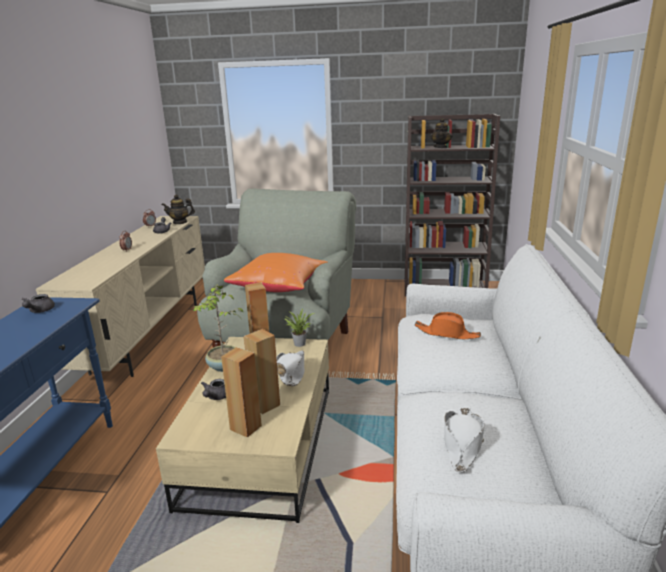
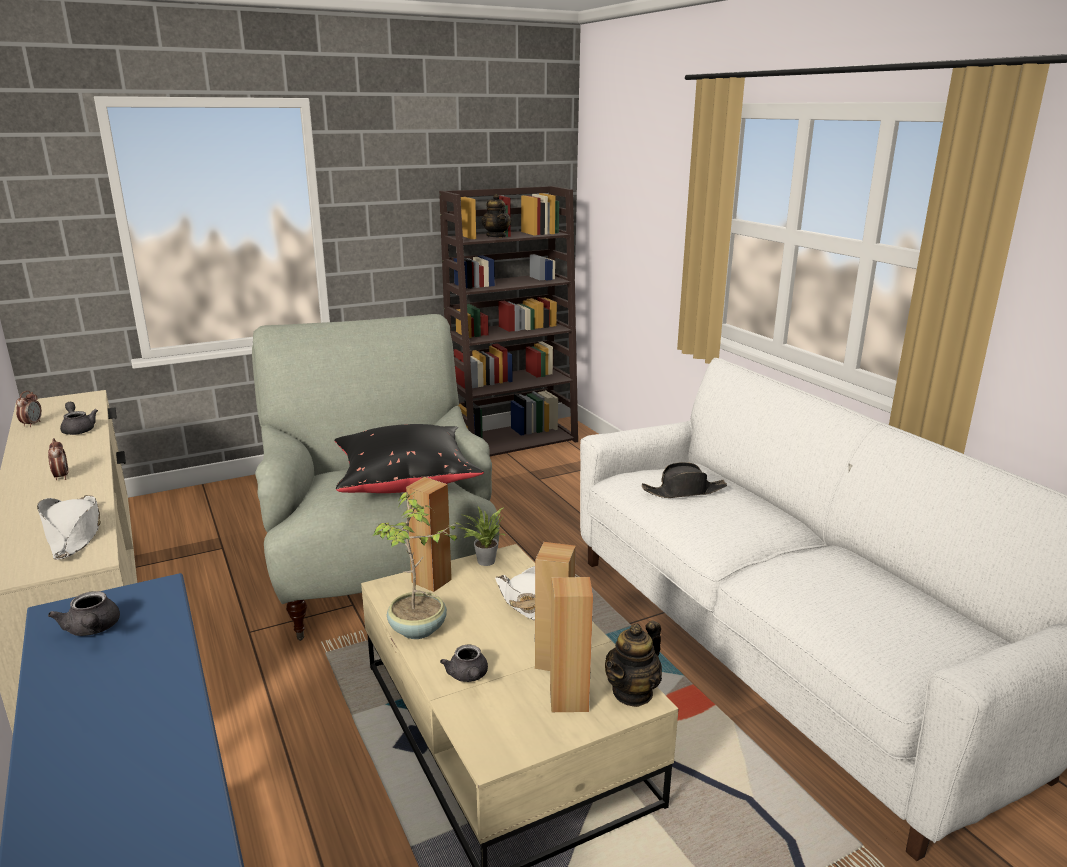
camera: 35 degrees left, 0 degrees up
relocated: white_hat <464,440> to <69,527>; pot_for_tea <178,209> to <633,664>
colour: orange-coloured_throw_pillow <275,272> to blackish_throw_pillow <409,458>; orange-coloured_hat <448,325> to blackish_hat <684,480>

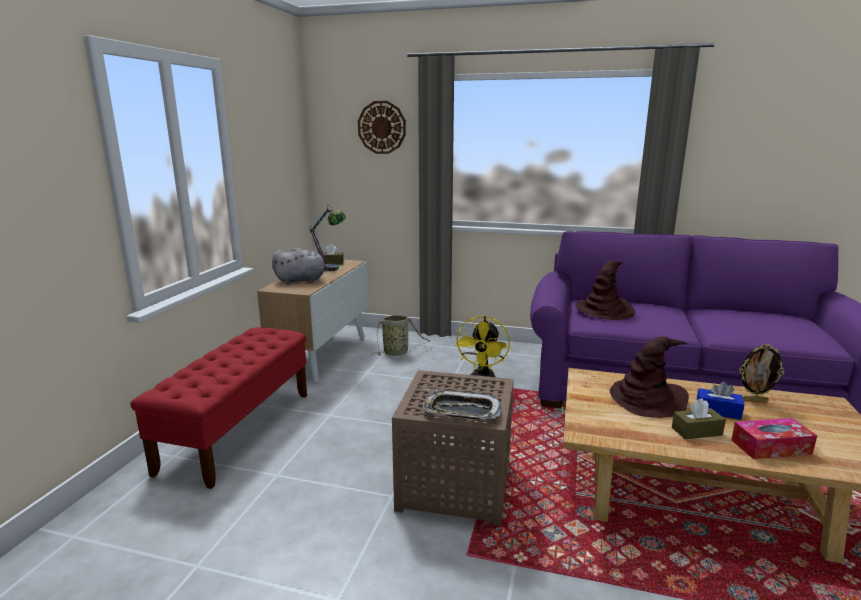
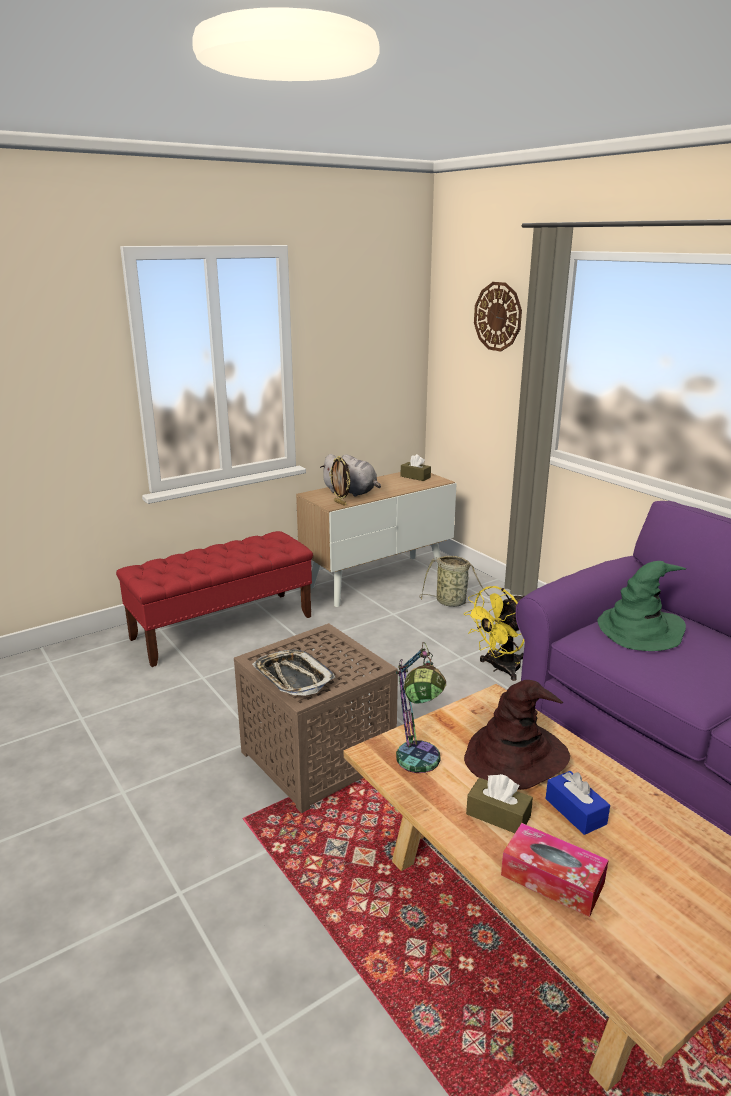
camera: 40 degrees right, 5 degrees up
relocated: photo_frame <762,373> to <339,481>; table_lamp <327,238> to <421,707>
colour: brownish_hat <605,290> to green_hat <641,606>

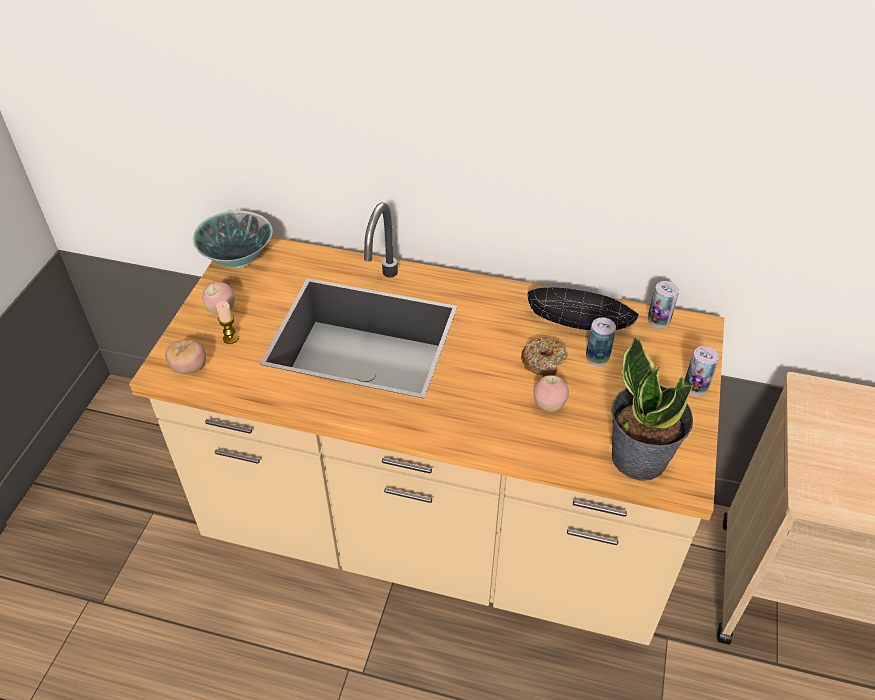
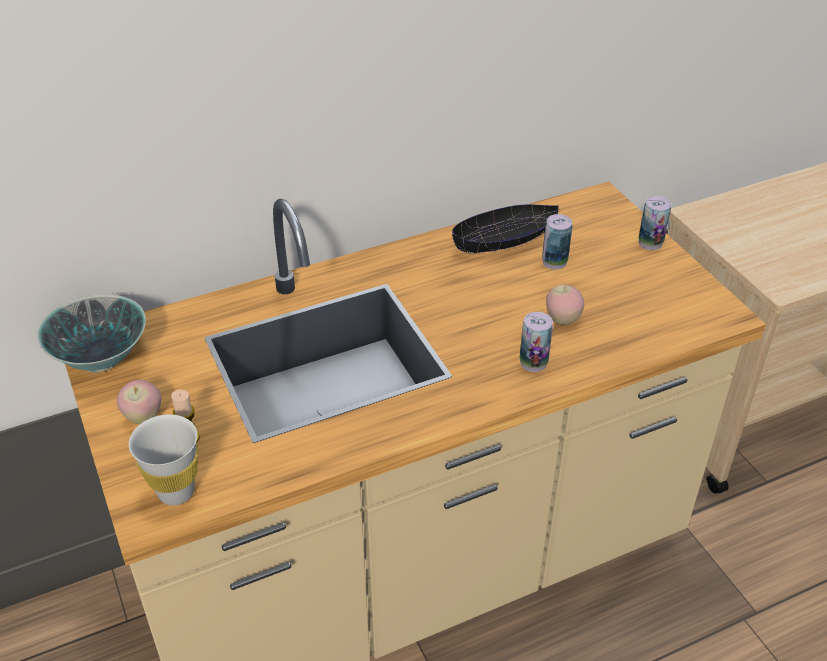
camera: 40 degrees left, 5 degrees down
missing: ring_doughnut <544,357>; potted_plant <652,408>
relocated: can <663,305> to <536,342>
exchanged: fresh_tomato <185,357> to white_drinking_cup <164,459>

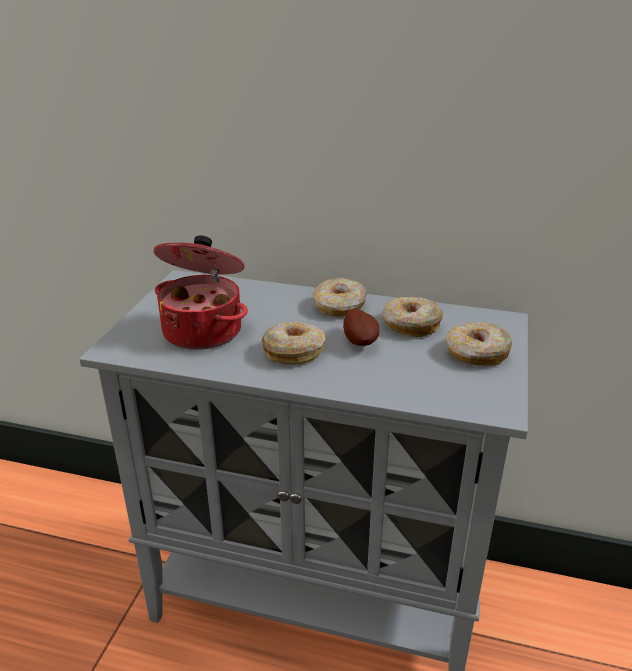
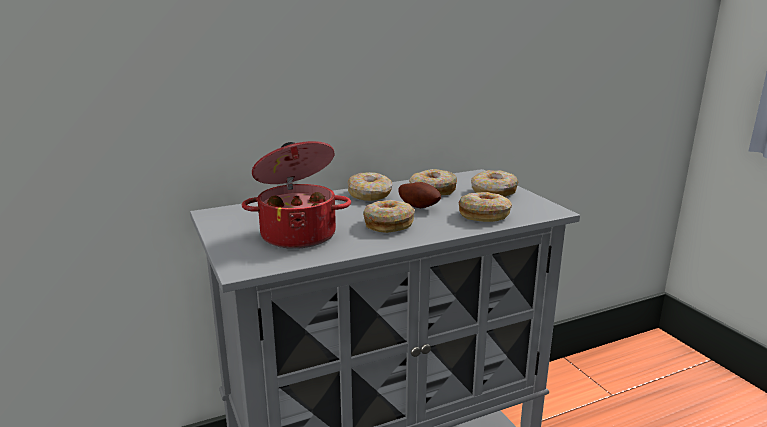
camera: 40 degrees left, 10 degrees down
appeared: ring_doughnut <485,207>

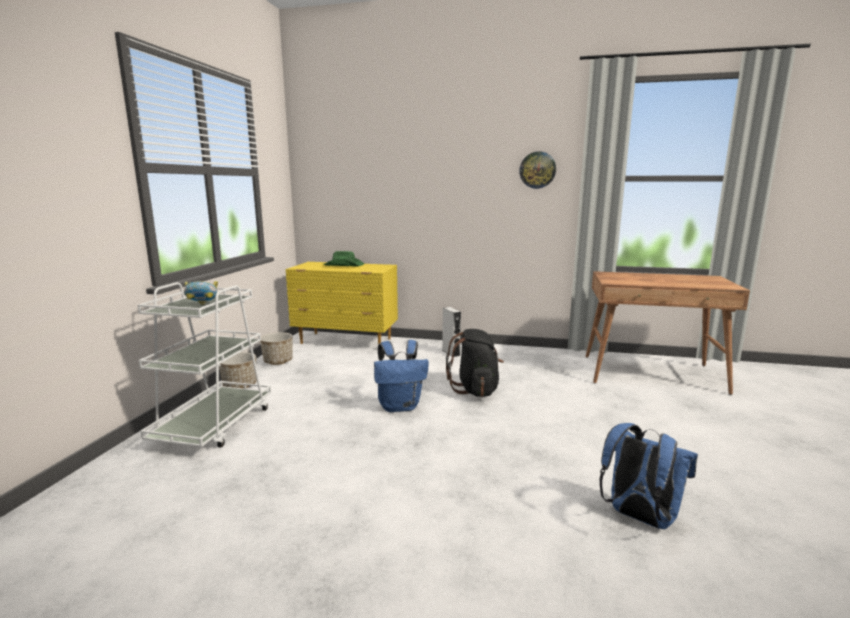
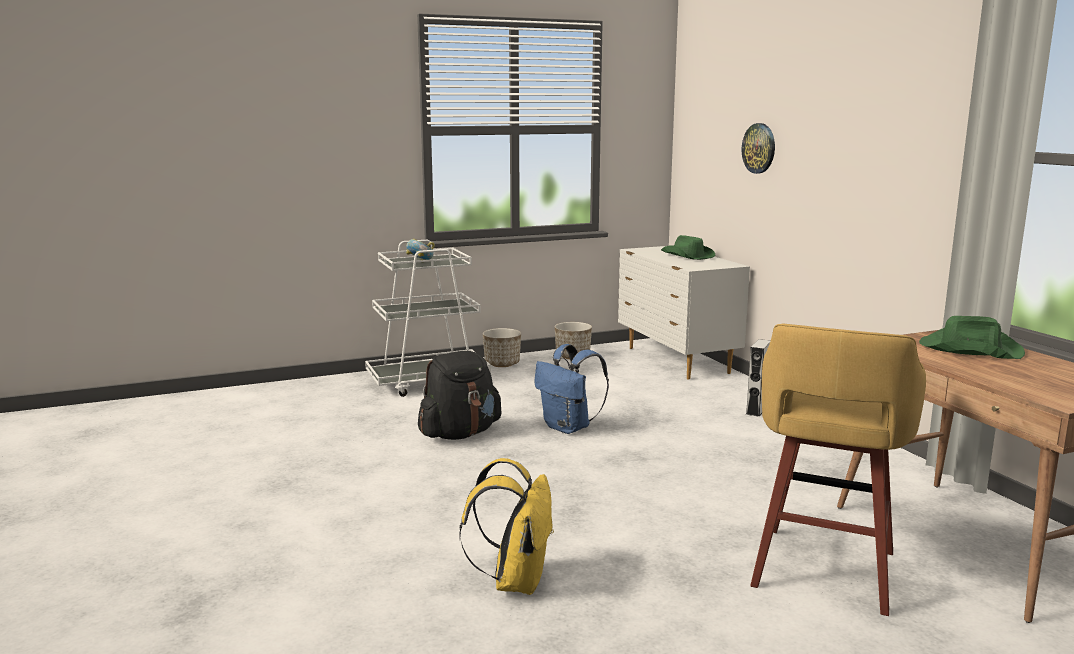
camera: 55 degrees right, 0 degrees up
appeared: yellow_sitting_stool <838,470>; green_hat <972,337>
relocated: blackish_knapsack <475,363> to <460,395>; wall_clock <537,170> to <758,148>
colour: blue-coloured_knapsack <648,476> to yellow_knapsack <506,526>; yellow_dresser <342,303> to white_dresser <684,312>

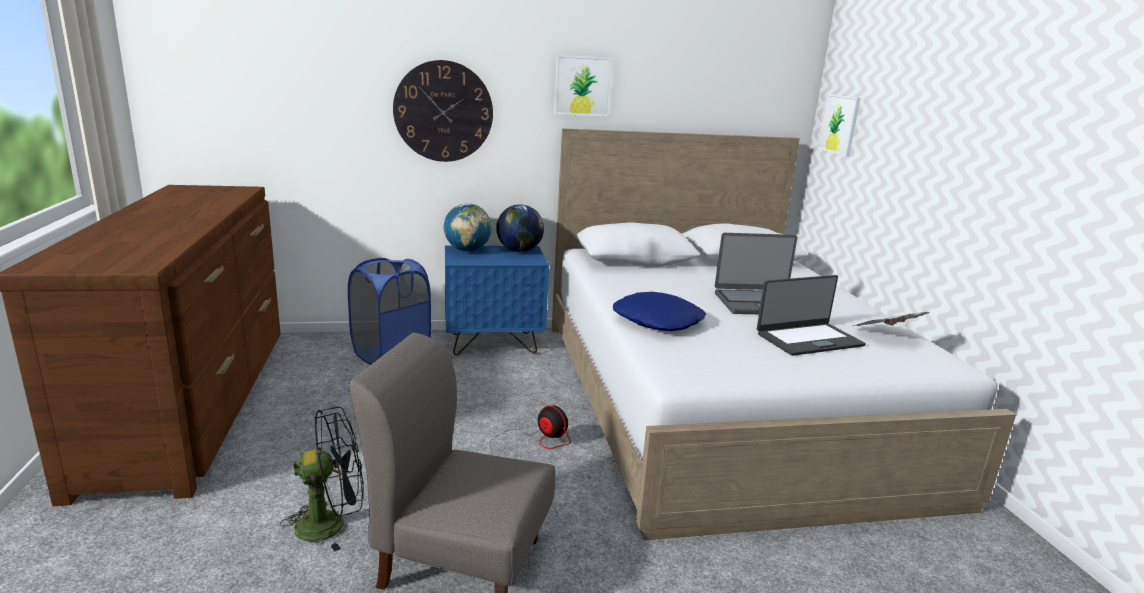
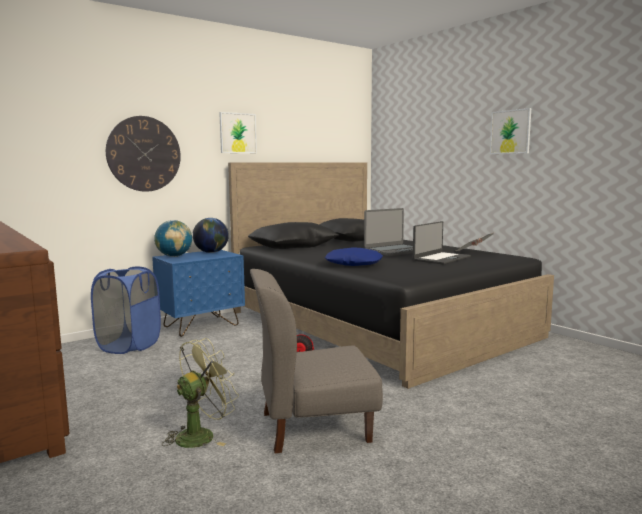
camera: 25 degrees left, 10 degrees down
relocated: wall_art <838,125> to <510,131>
colour: blackish_electric_fan <322,479> to green_electric_fan <200,393>; white_bed <784,334> to blackish_bed <391,276>

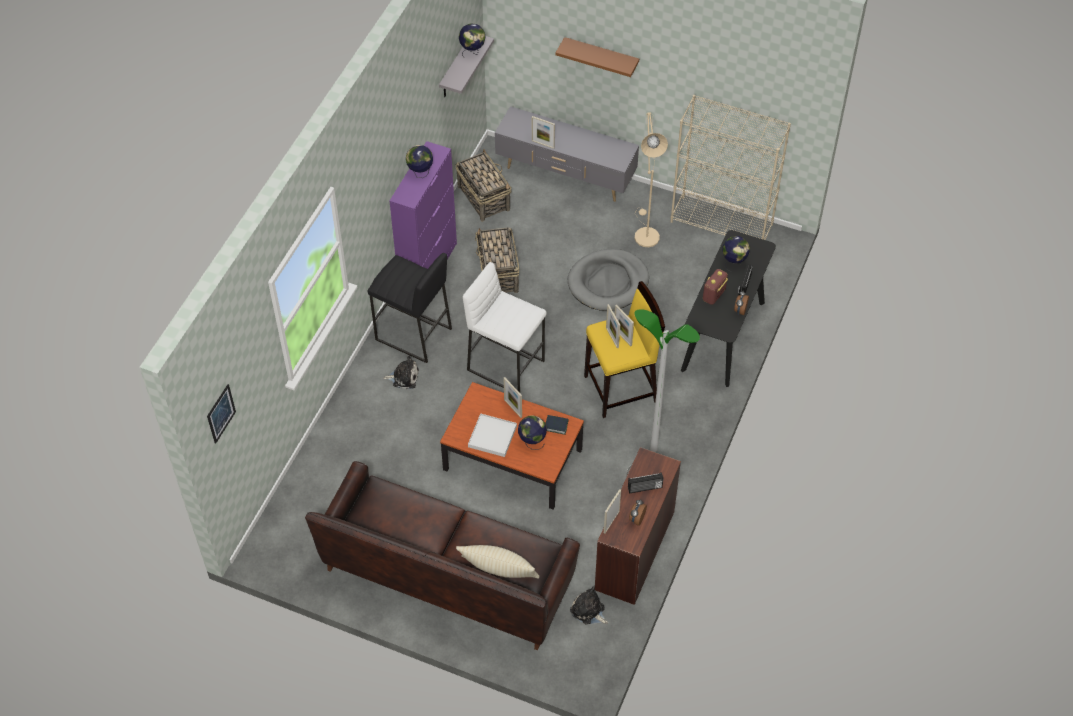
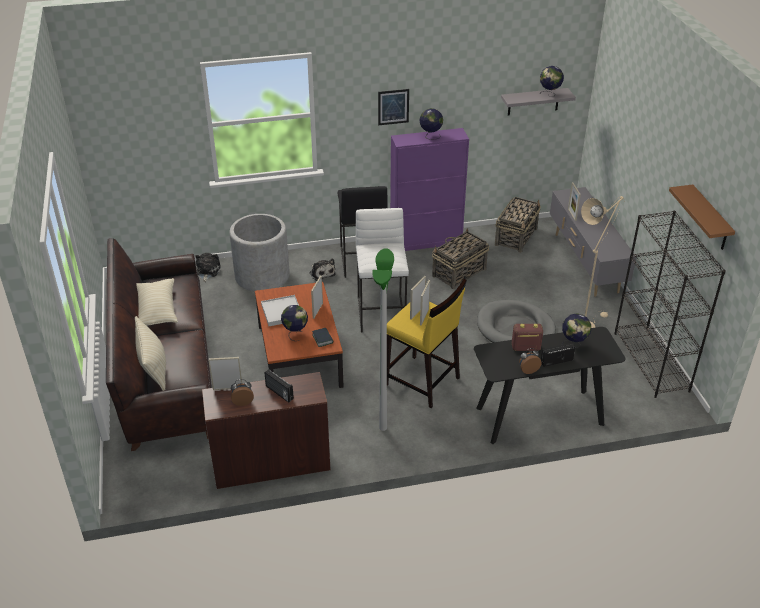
camera: 55 degrees right, 15 degrees down
appeared: beige-coloured_throw_pillow <157,302>; gray_plant_pot <259,253>
relocated: plush_toy <589,606> to <208,267>; wall_art <221,414> to <393,107>; brownish_shelf <597,57> to <702,217>
colour: beige-coloured_bookshelf <731,167> to blackish_bookshelf <670,304>

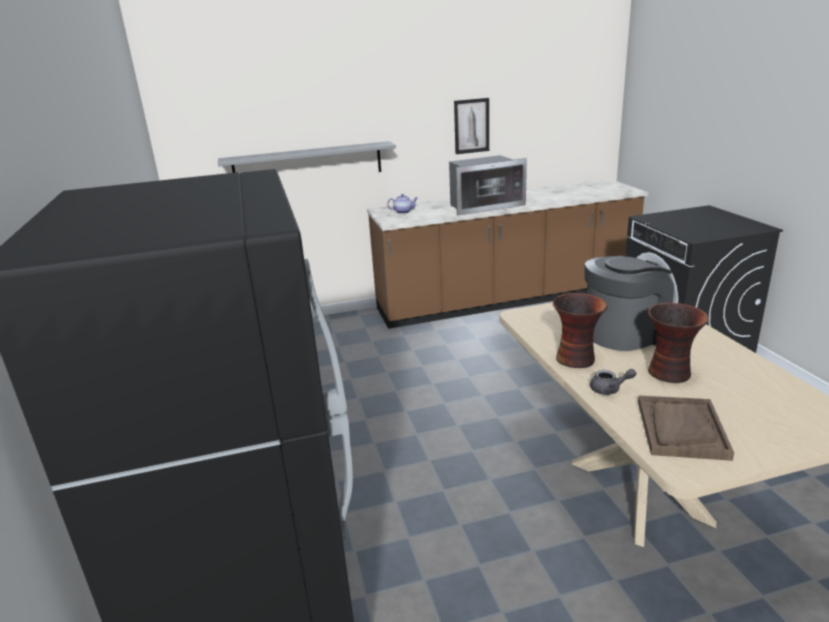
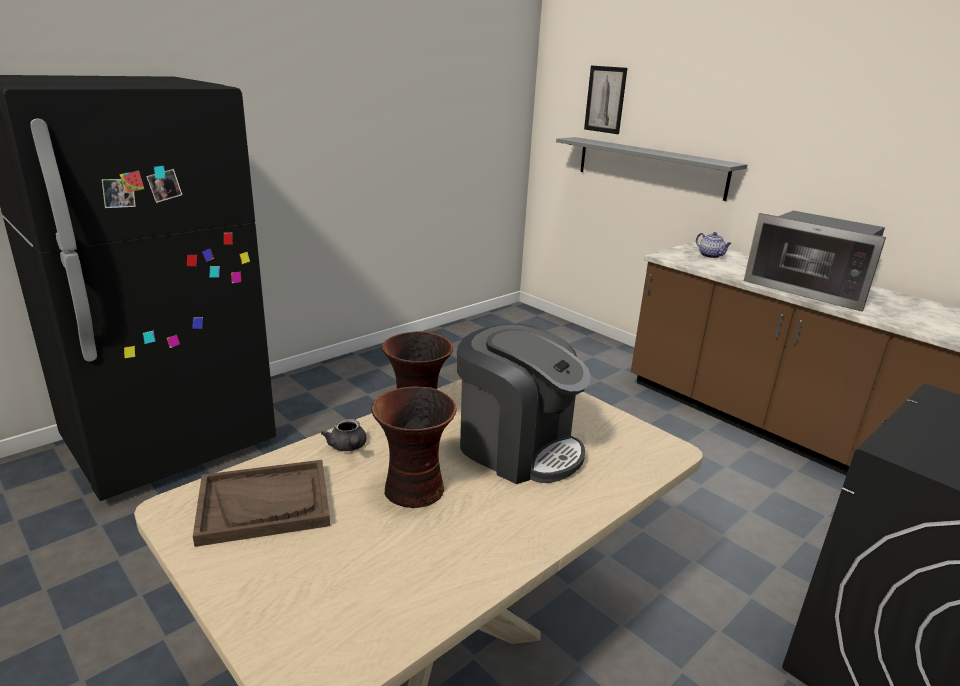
camera: 60 degrees right, 0 degrees up
relocated: wall_art <471,126> to <605,100>

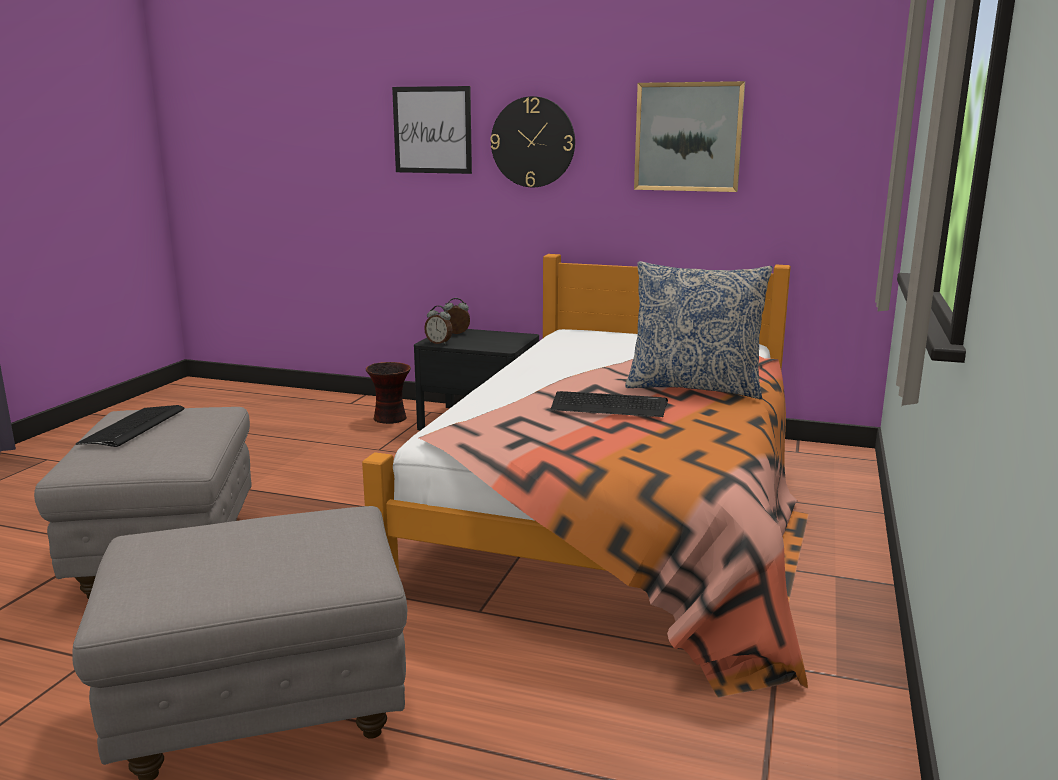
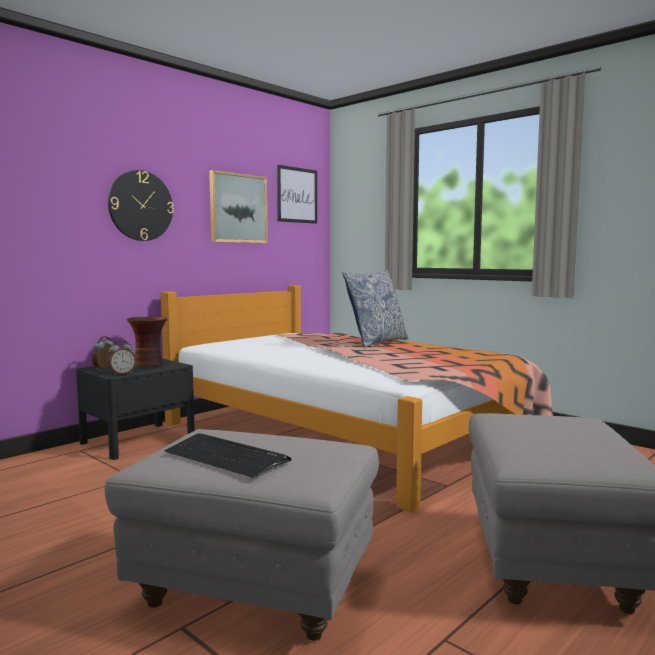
camera: 65 degrees left, 10 degrees down
missing: PC_keyboard <609,404>
relocated: vase <388,393> to <147,342>; wall_art <432,130> to <297,194>

